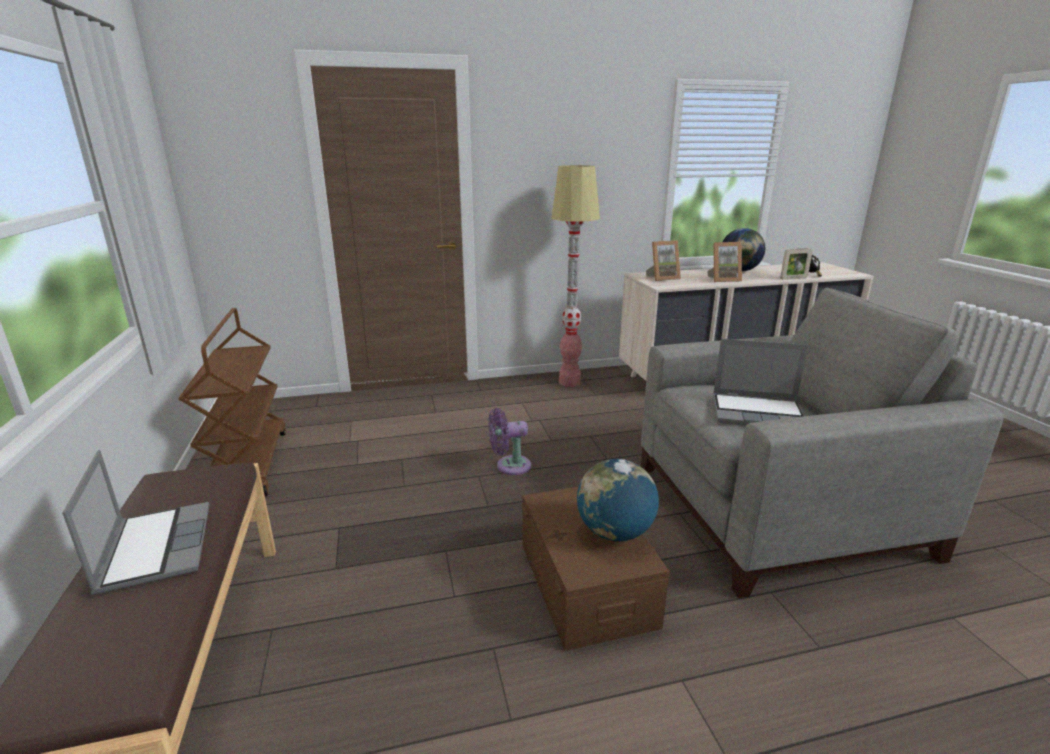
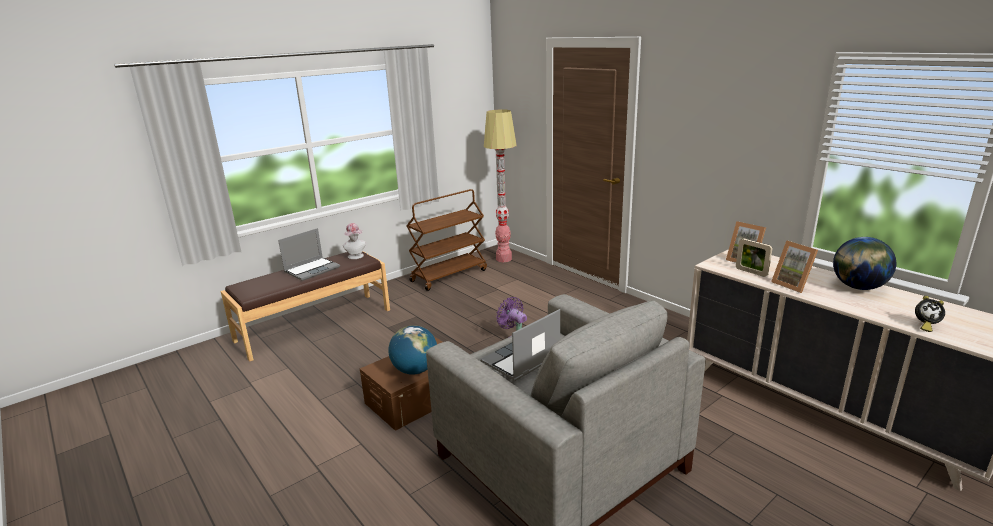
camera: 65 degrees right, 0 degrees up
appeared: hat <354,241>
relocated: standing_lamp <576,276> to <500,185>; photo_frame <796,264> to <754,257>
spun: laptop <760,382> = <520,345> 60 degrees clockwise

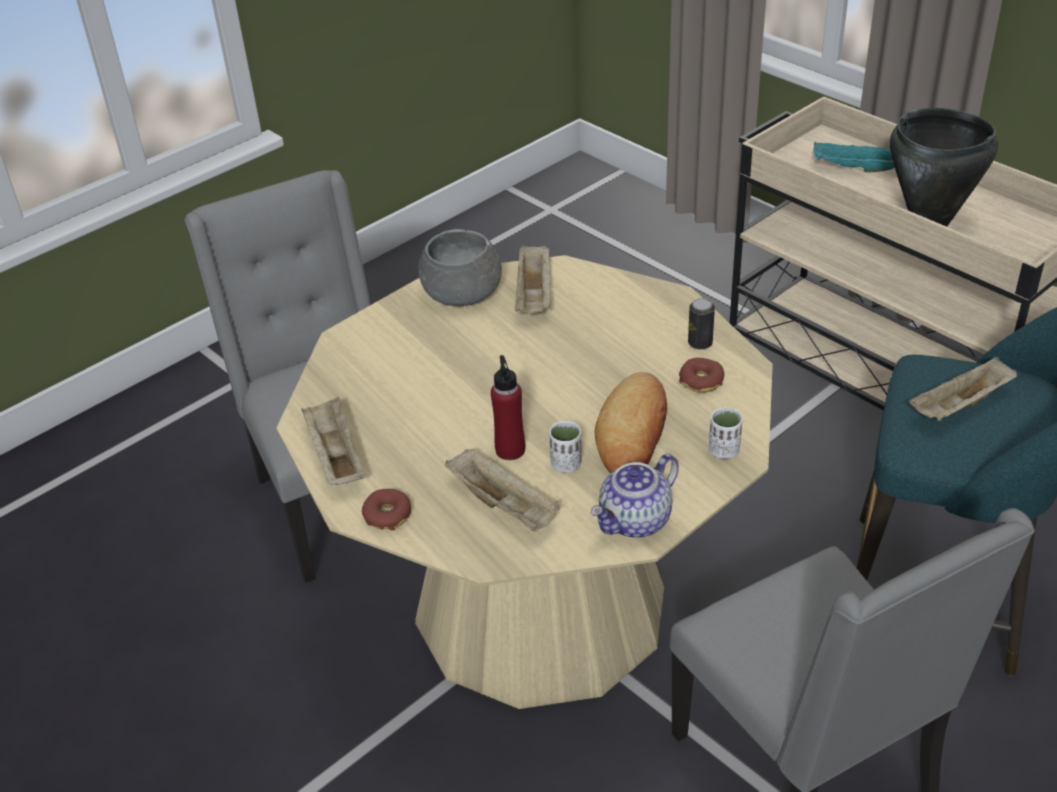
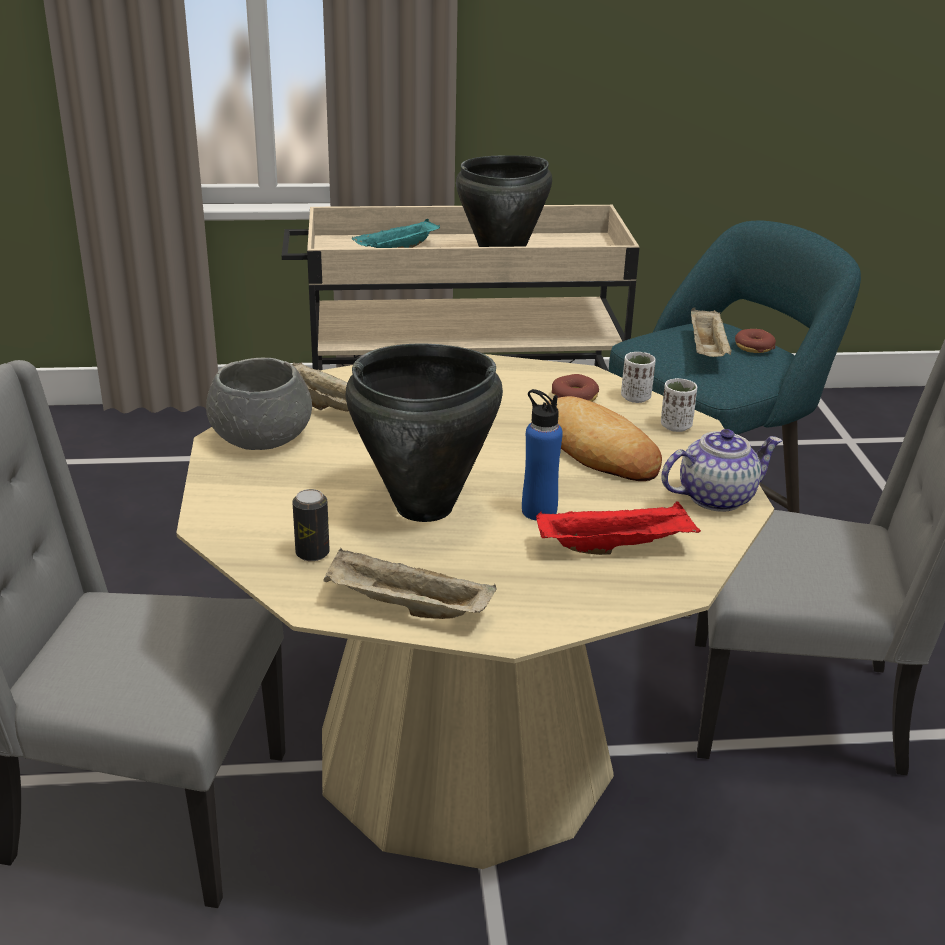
camera: 55 degrees left, 10 degrees down
appeared: blackish_cooking_pot <424,433>
relocated: can <701,324> to <311,525>; white_drinking_cup <565,447> to <638,377>; ring_doughnut <386,510> to <755,341>
colour: reddish_beverage_bottle <508,407> to blue-coloured_beverage_bottle <542,455>; beige-coloured_tray <502,490> to reddish_tray <618,528>
spun: pot_for_tea <634,496> = <721,470> 105 degrees counterclockwise

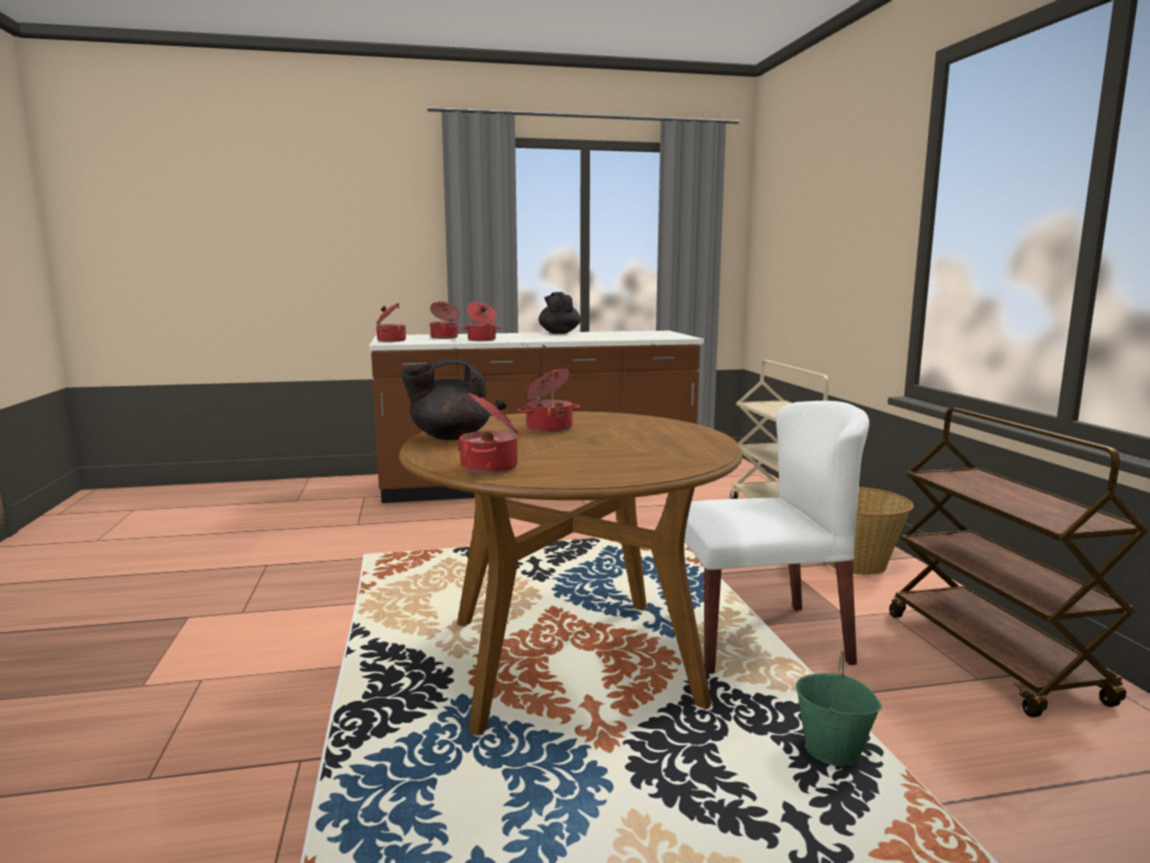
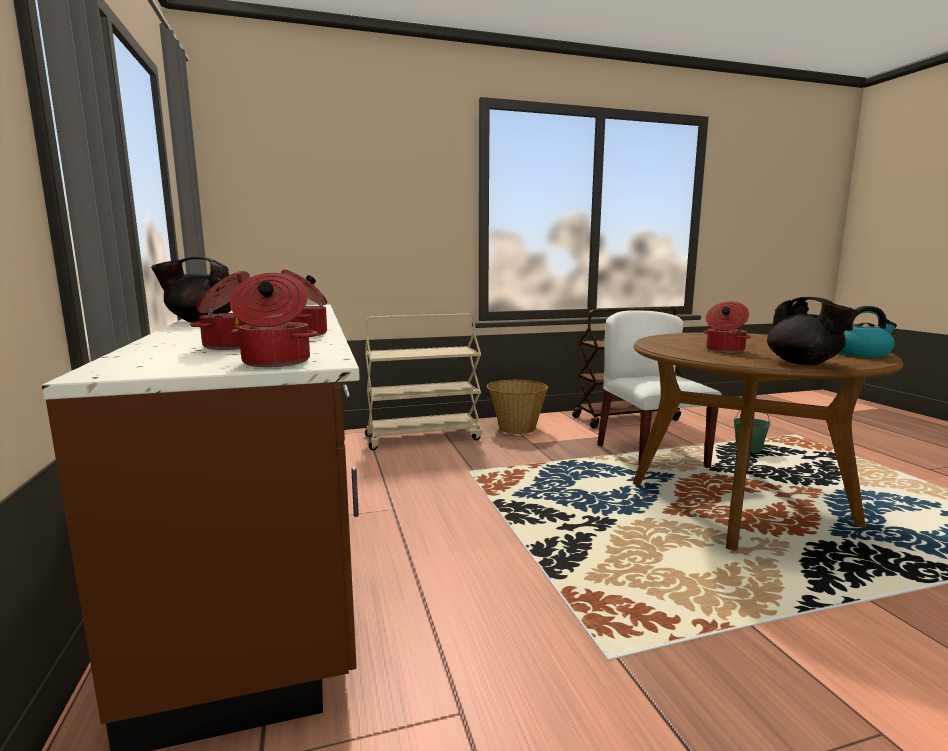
camera: 95 degrees left, 0 degrees up
exchanged: cooking_pot <487,433> to tea_kettle <868,332>

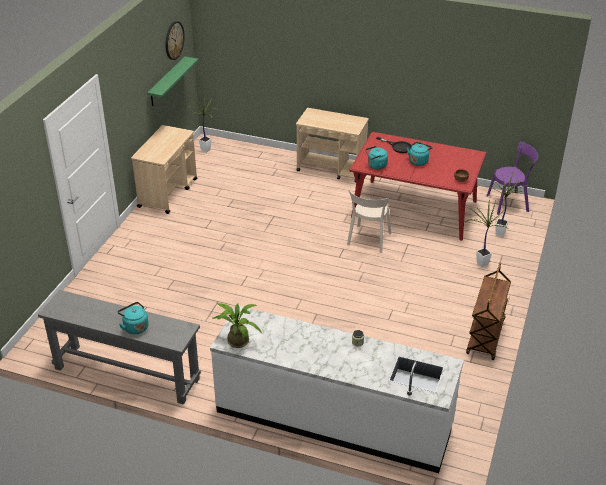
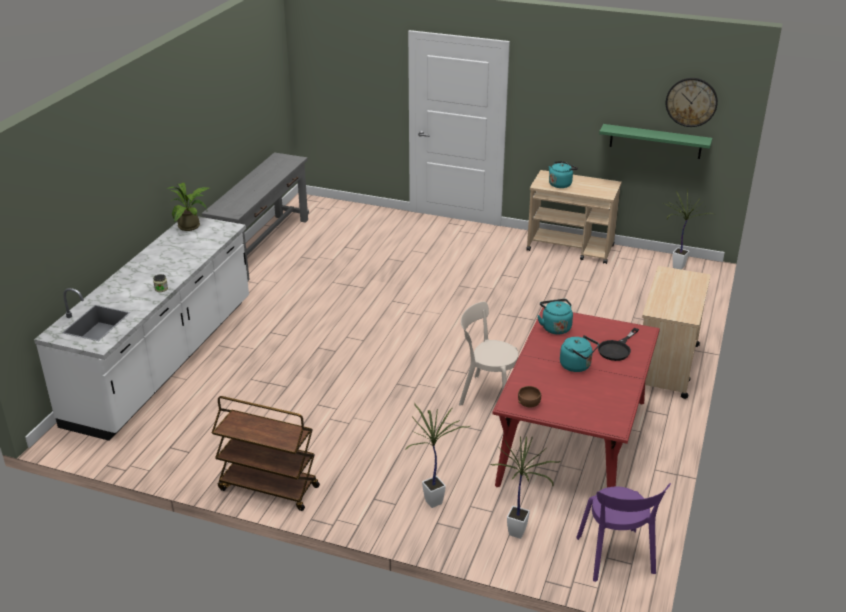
camera: 90 degrees right, 5 degrees down
relocated: blue-green_tea_kettle <132,318> to <563,174>

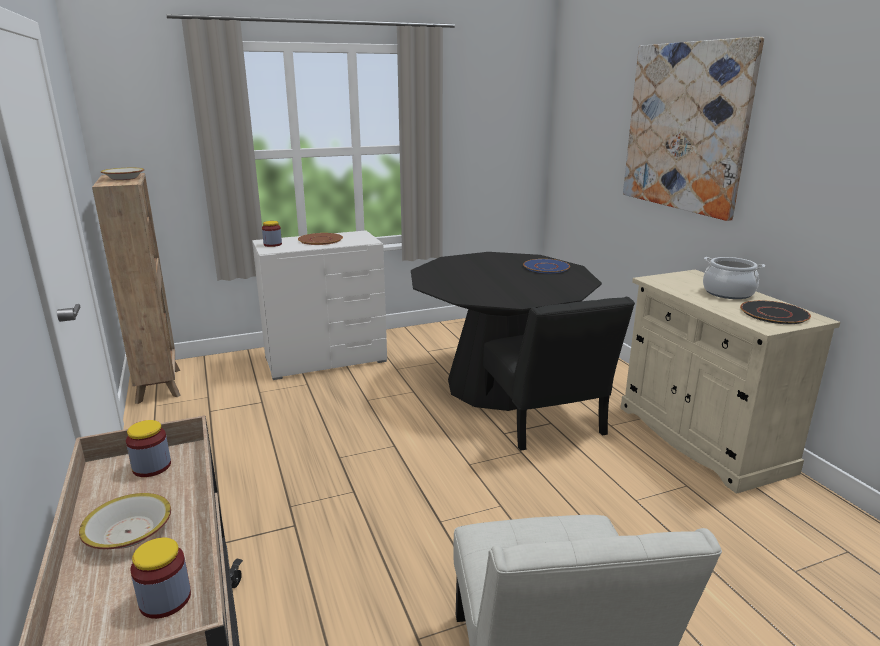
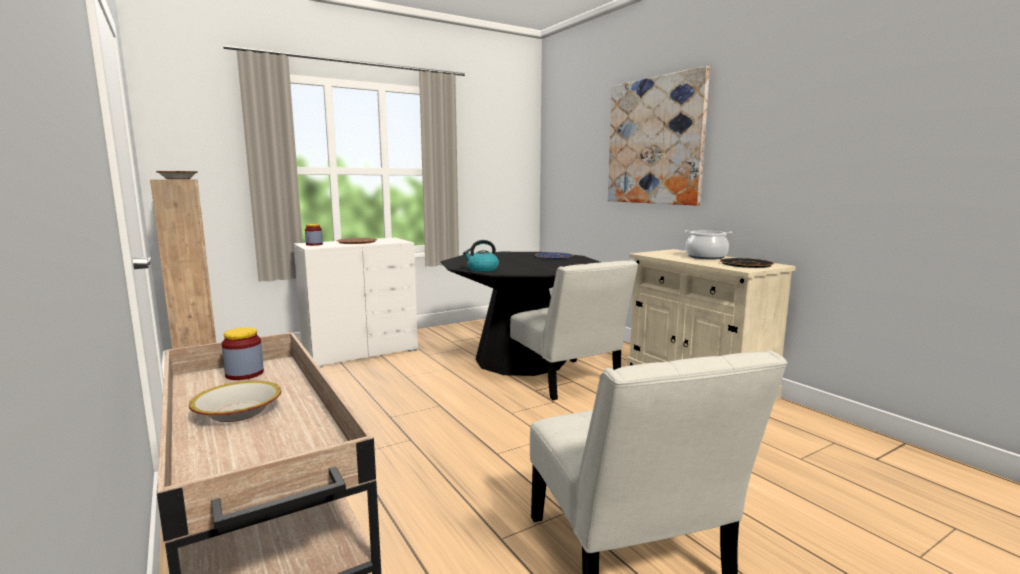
camera: 10 degrees left, 10 degrees down
missing: jar <160,578>
appeared: tea_kettle <481,256>
colour: blackish_chair <559,374> to white_chair <574,330>

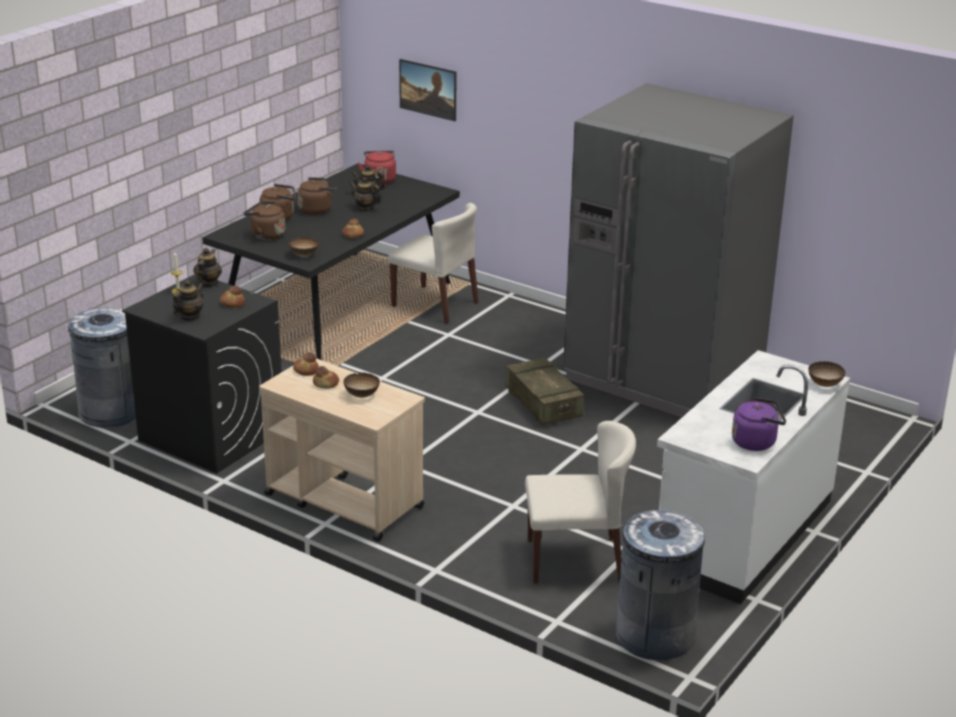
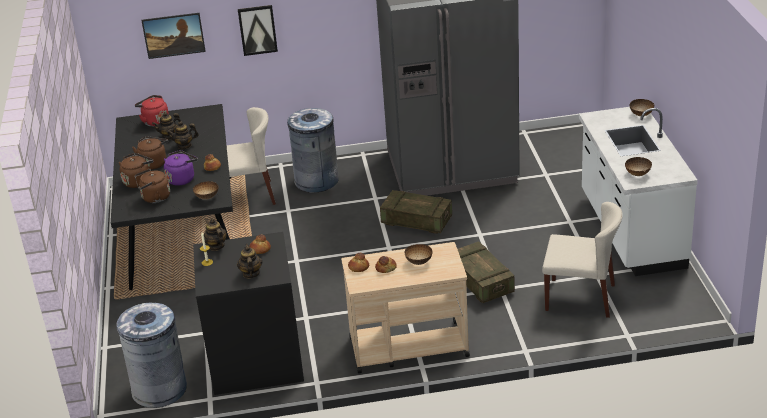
camera: 40 degrees left, 5 degrees up
appeared: wall_art <258,30>; packing_crate <486,272>; deep_dish <638,166>
relocated: purple-coloured_tea_kettle <759,424> to <181,168>; gray_rubbish_bin <660,585> to <313,150>
spun: beige-coloured_chair <580,502> = <582,260> 60 degrees clockwise

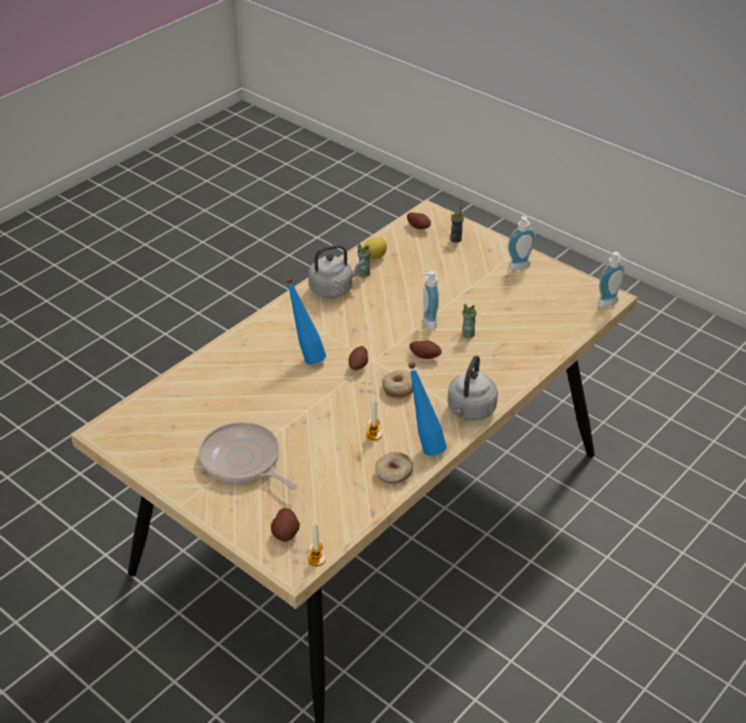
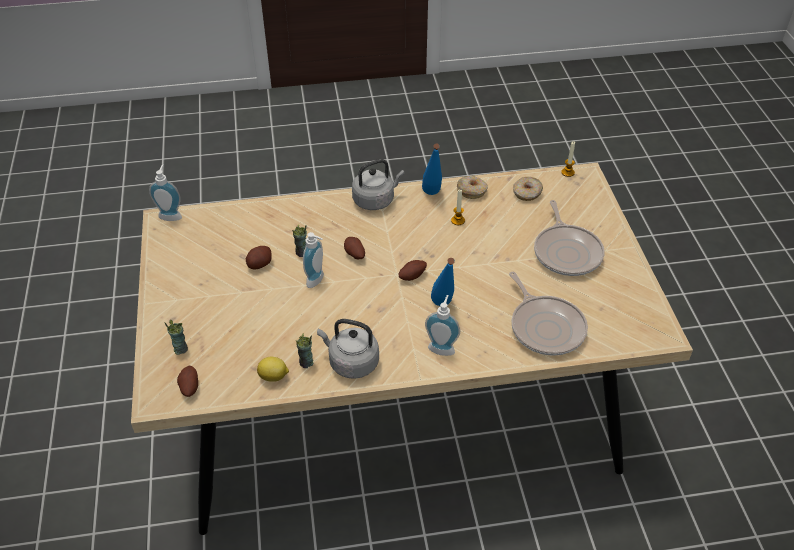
camera: 140 degrees left, 5 degrees up
appeared: frying_pan <548,314>
relocated: spud <285,525> to <259,257>; liquid_soap_bottle <522,243> to <442,325>; ring_doughnut <397,384> to <528,189>

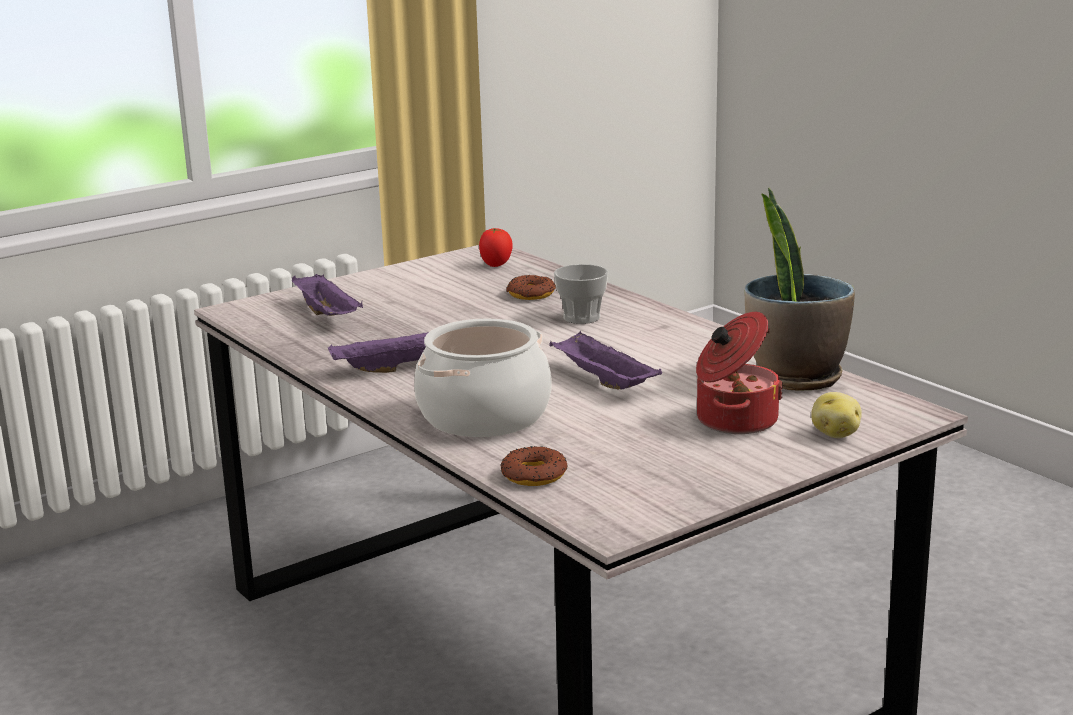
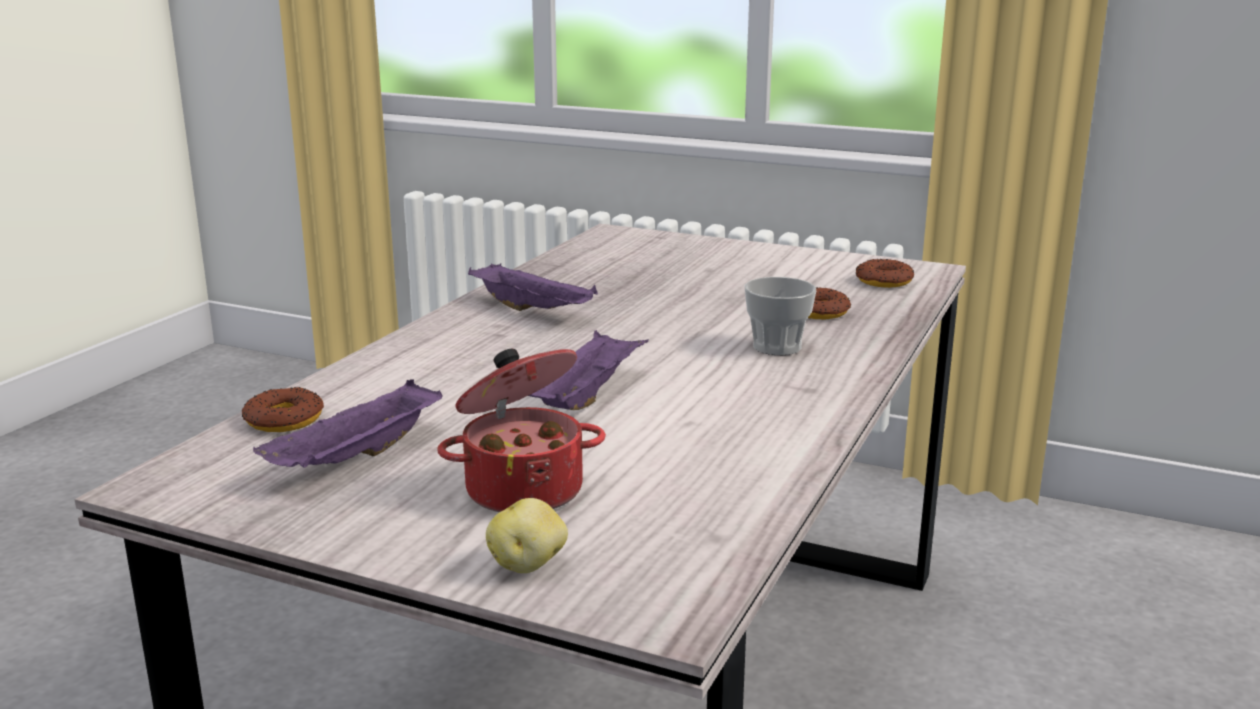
camera: 60 degrees right, 0 degrees up
missing: cooking_pot <483,378>; potted_plant <800,289>
relocated: purple-coloured_tray <327,295> to <348,423>
exchanged: fresh_tomato <496,247> to ring_doughnut <885,273>

